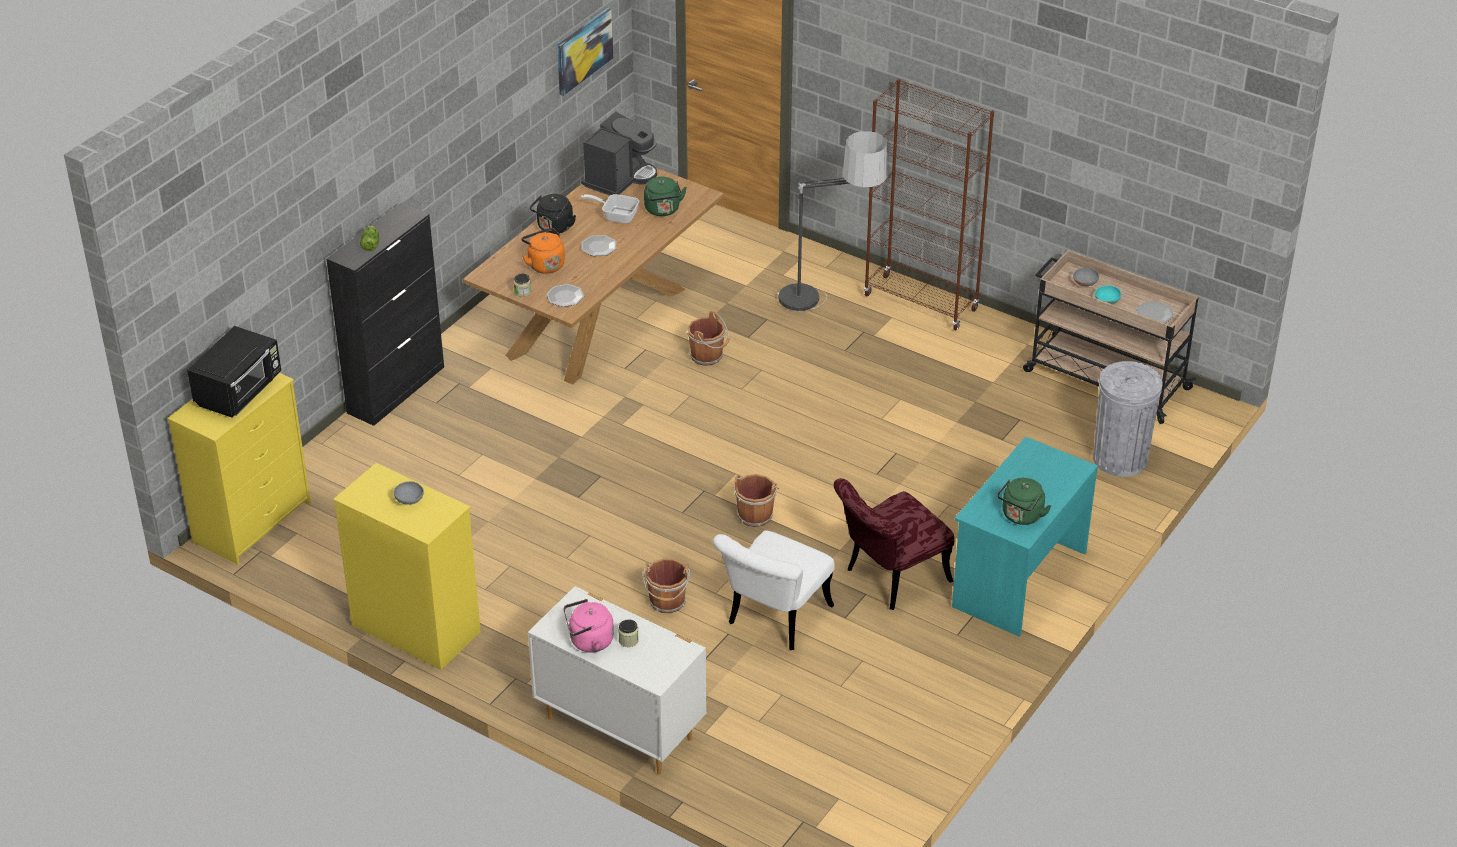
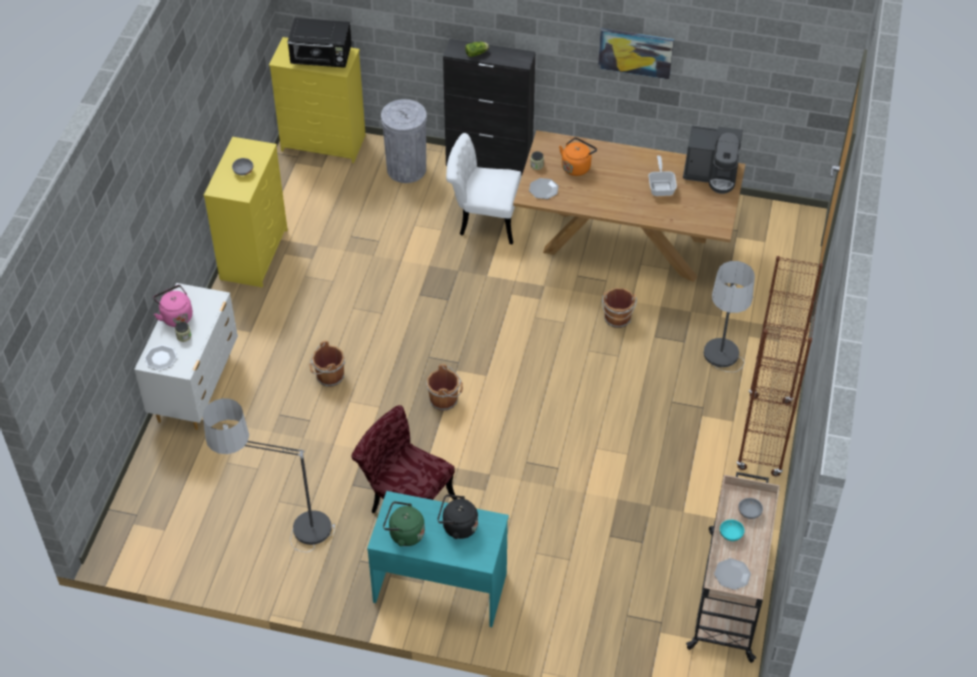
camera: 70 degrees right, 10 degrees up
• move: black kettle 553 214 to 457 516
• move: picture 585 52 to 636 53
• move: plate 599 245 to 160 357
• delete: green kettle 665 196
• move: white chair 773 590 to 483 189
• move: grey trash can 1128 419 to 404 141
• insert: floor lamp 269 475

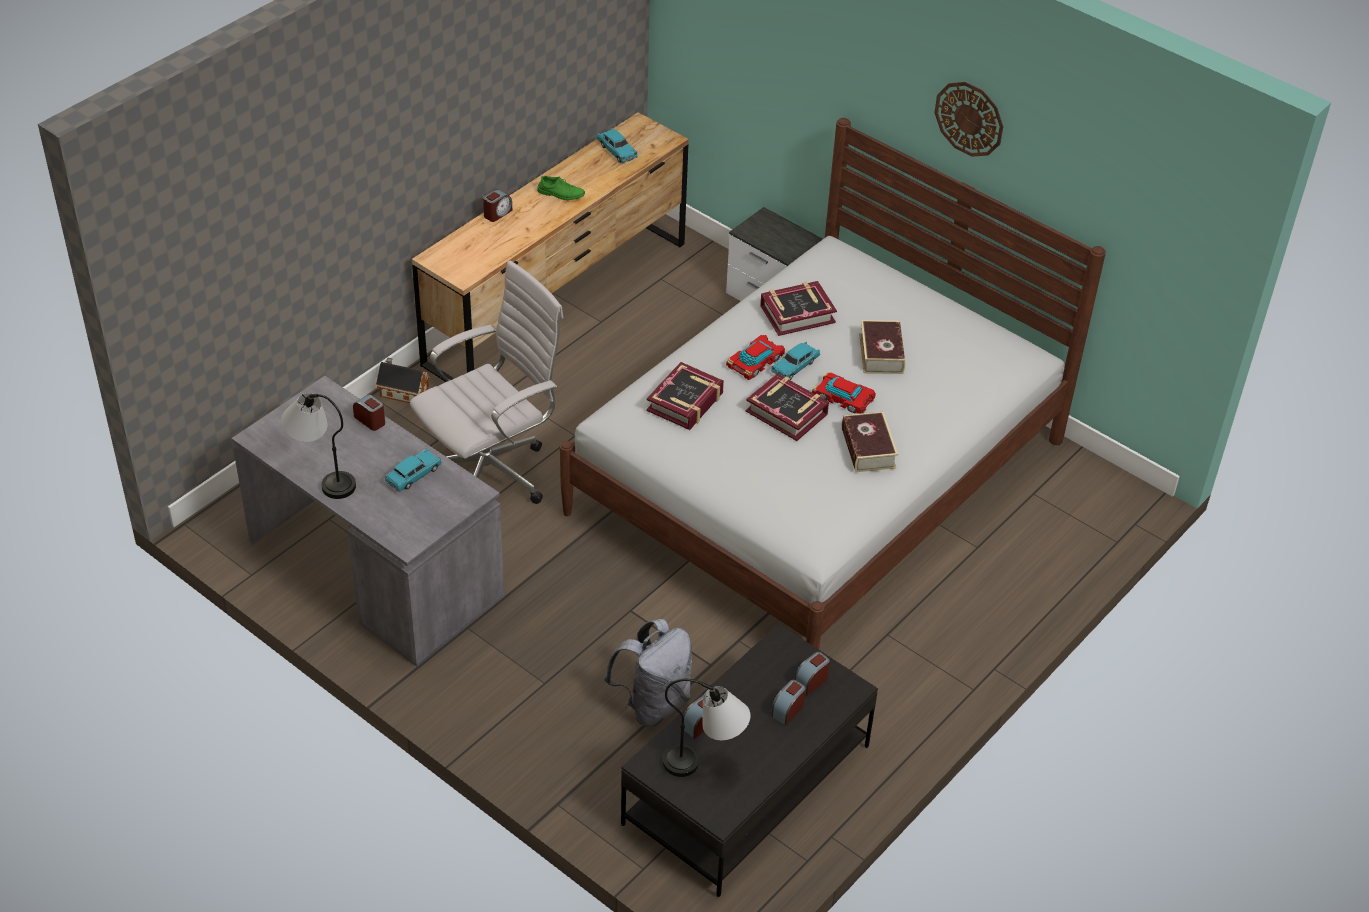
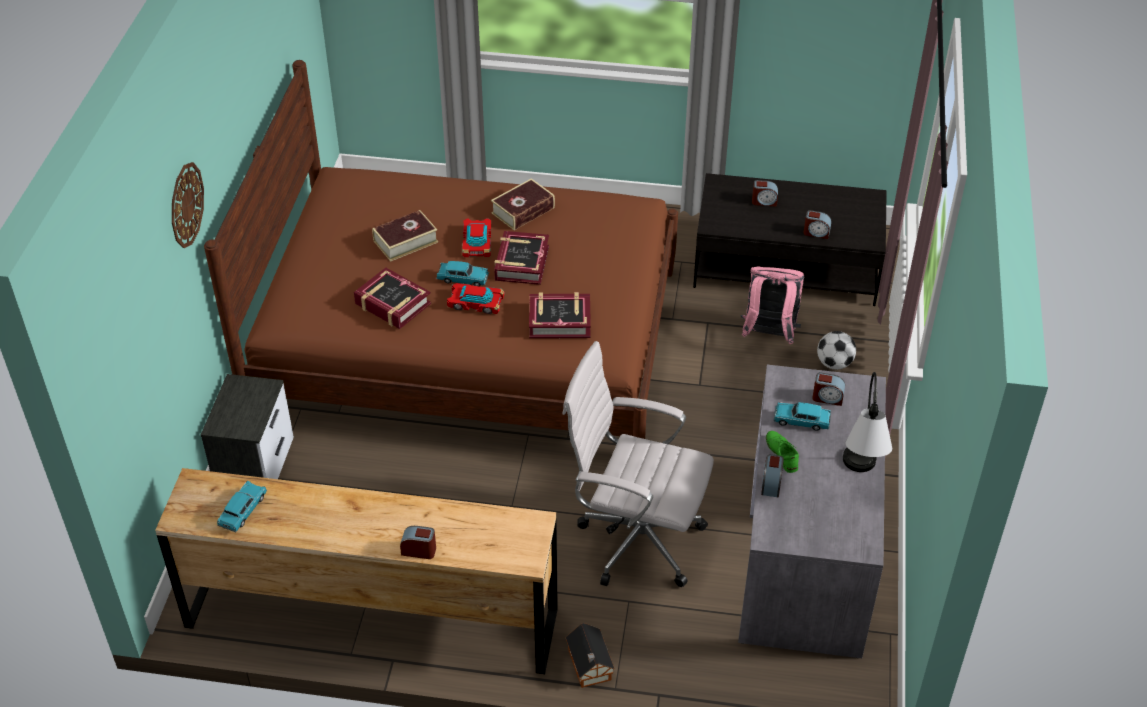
camera: 120 degrees left, 0 degrees up
• move: green shoe 561 187 to 782 452
• recolor: white bed 833 383 to brown bed 441 249
• recolor: grey backpack 648 673 to pink backpack 772 305
• delete: table lamp 706 728
• move: alarm clock 812 674 to 828 389
• move: wall clock 968 119 to 188 205
• insert: football 836 350

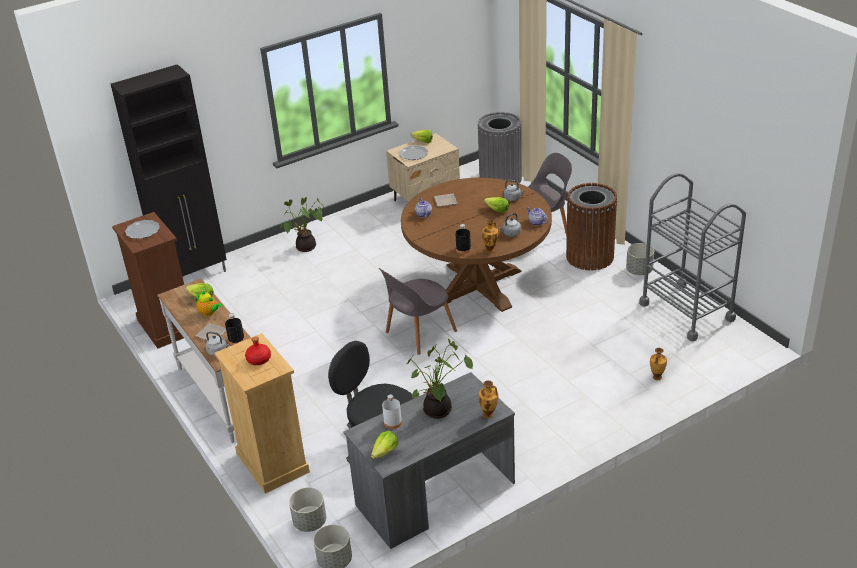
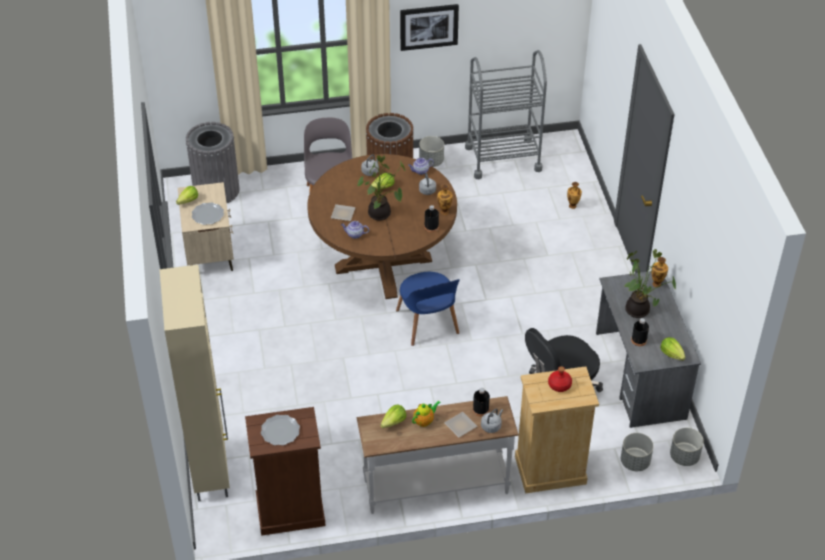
camera: 70 degrees left, 10 degrees up
• recolor: black cabinet 169 170 to beige cabinet 195 383
• move: potted plant 302 224 to 381 188
• recolor: grey chair 418 311 to blue chair 428 309
• recolor: white bottle 392 411 to black bottle 640 332
• insert: picture 429 27

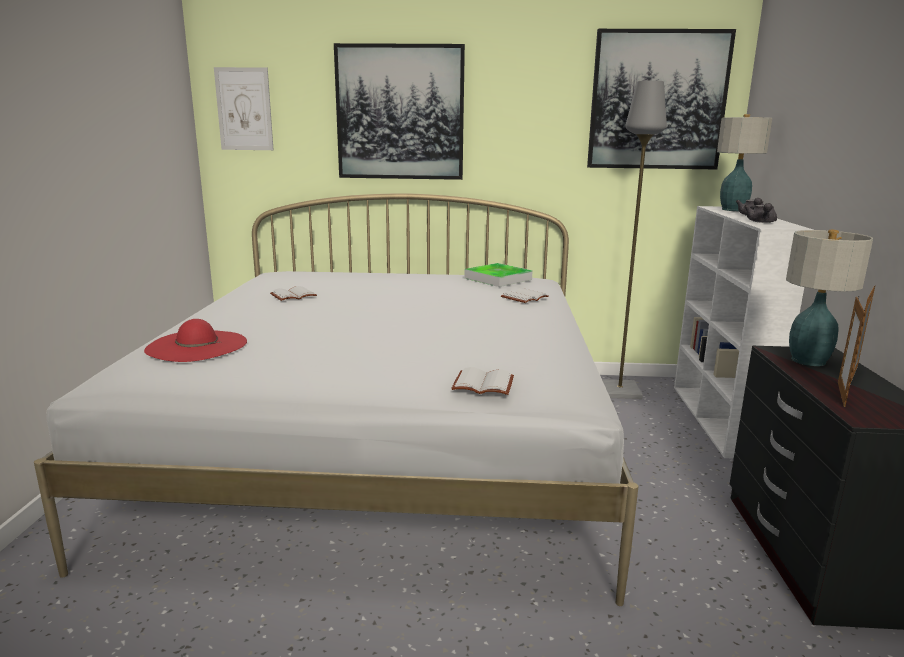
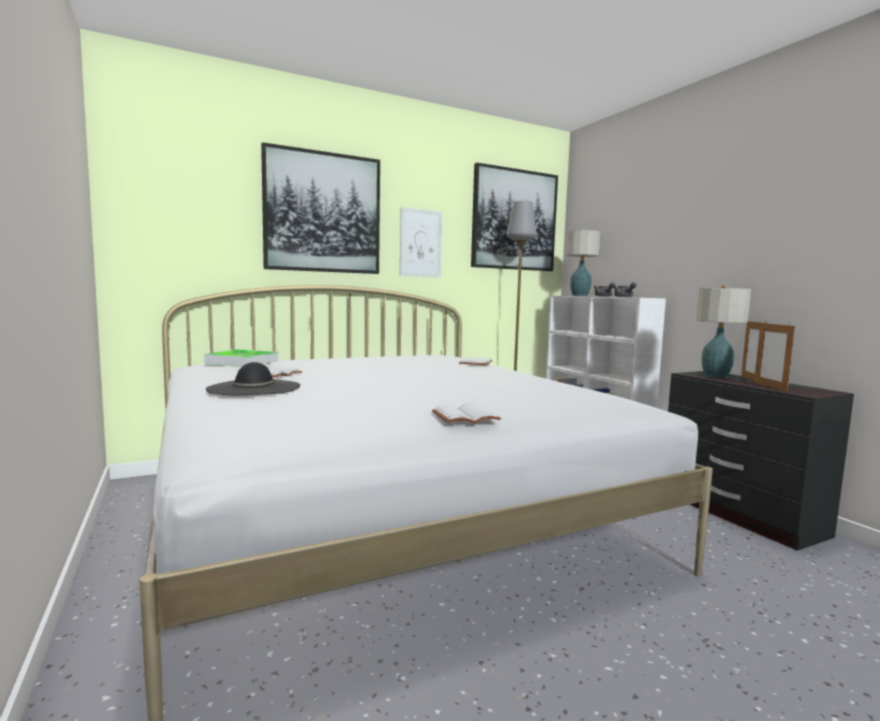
camera: 30 degrees left, 10 degrees down
• delete: red hat 195 340
• move: picture 243 108 to 421 242
• move: white book 482 381 to 466 413
• move: tray 498 275 to 241 358
• insert: black hat 253 378

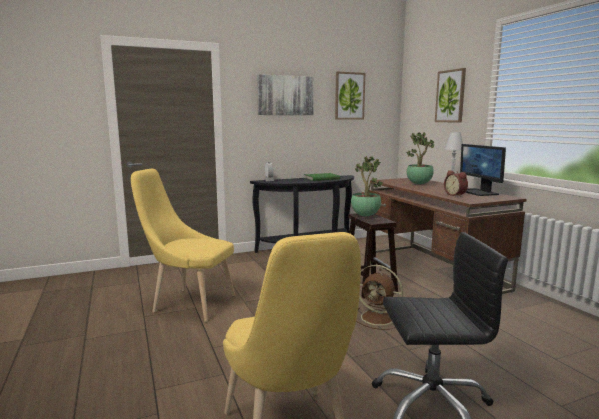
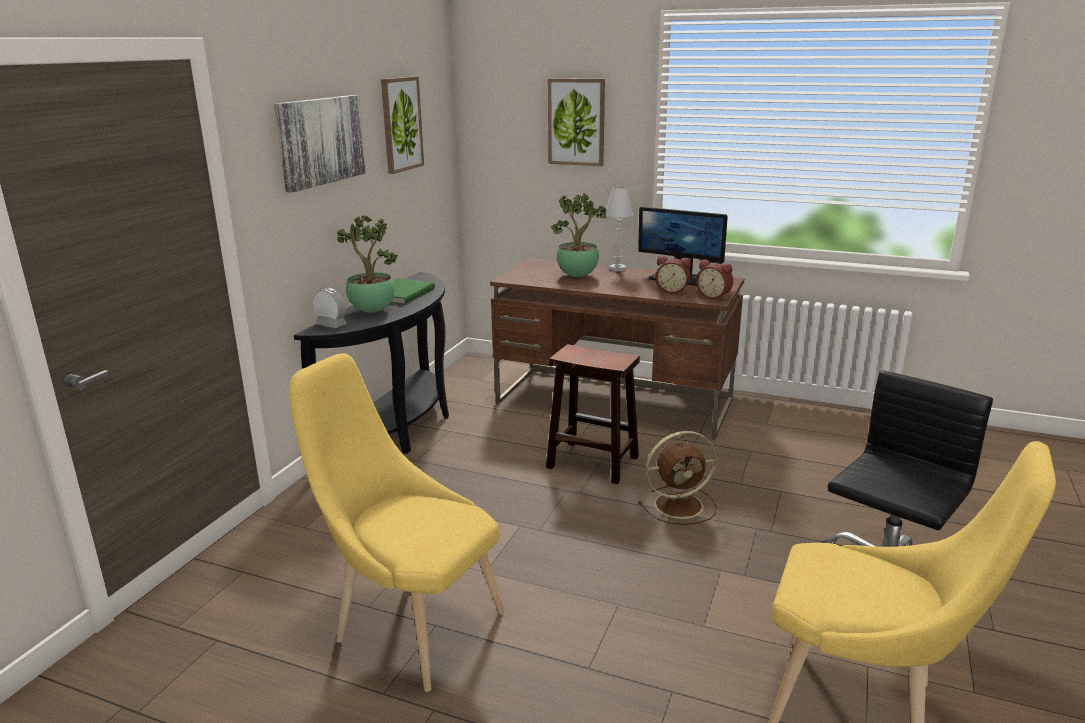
camera: 45 degrees left, 10 degrees up
• rotate: yellow chair 183 245 = 397 522 60 degrees clockwise
• move: potted plant 367 186 to 367 264
• insert: alarm clock 714 279

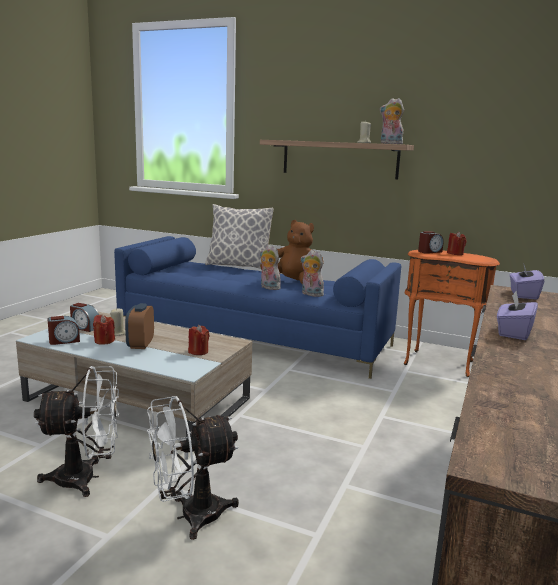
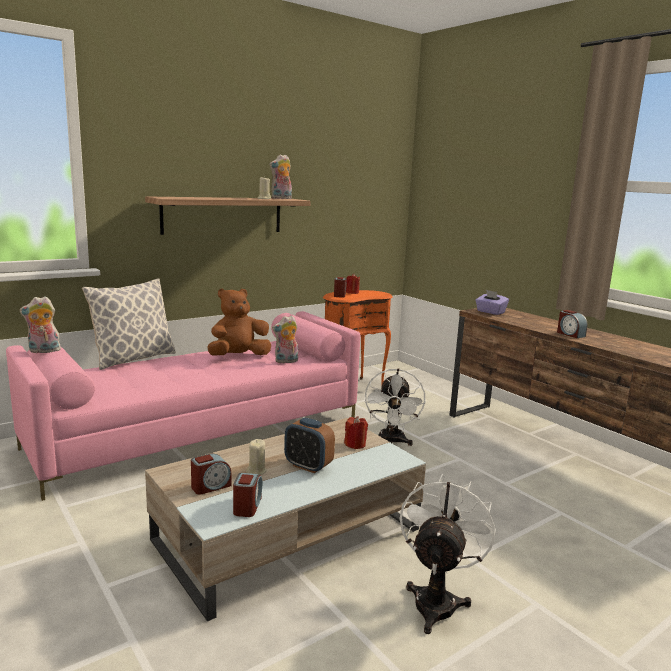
camera: 60 degrees left, 0 degrees up
• delete: red candle 104 330
• recolor: blue sofa 257 307 to pink sofa 183 406
• move: white fan 193 468 to 395 407
• move: plush toy 270 267 to 40 324
• replace: purple tissue box 517 315 to alarm clock 572 324

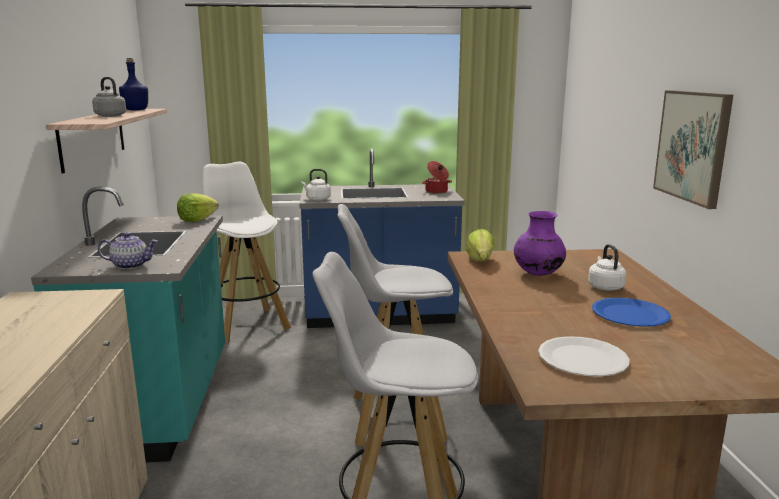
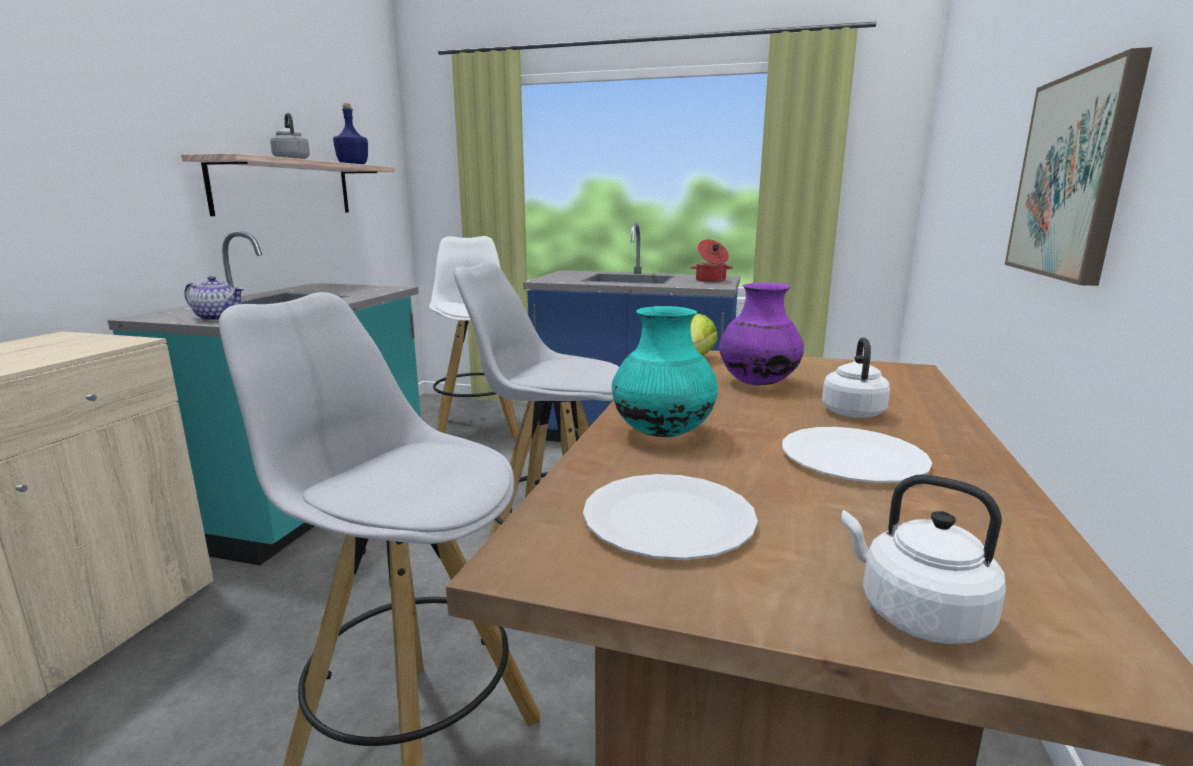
camera: 20 degrees right, 0 degrees up
• delete: lettuce 198 207
• move: white kettle 316 185 to 923 559
• recolor: blue plate 631 312 to white plate 857 455
• insert: turquoise vase 665 371

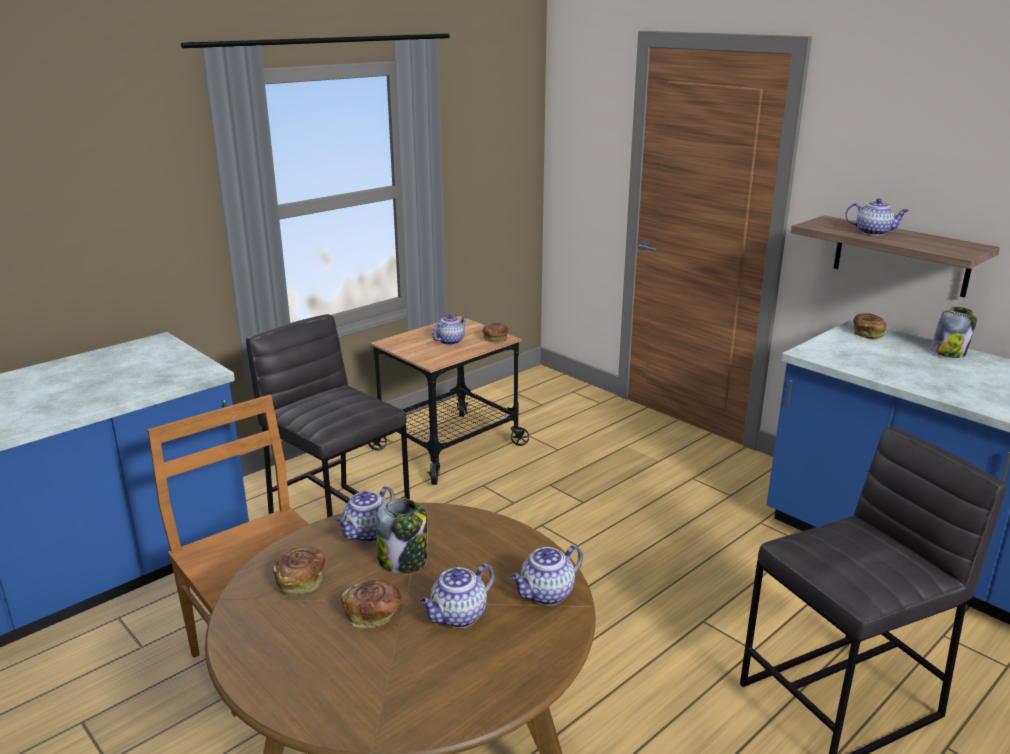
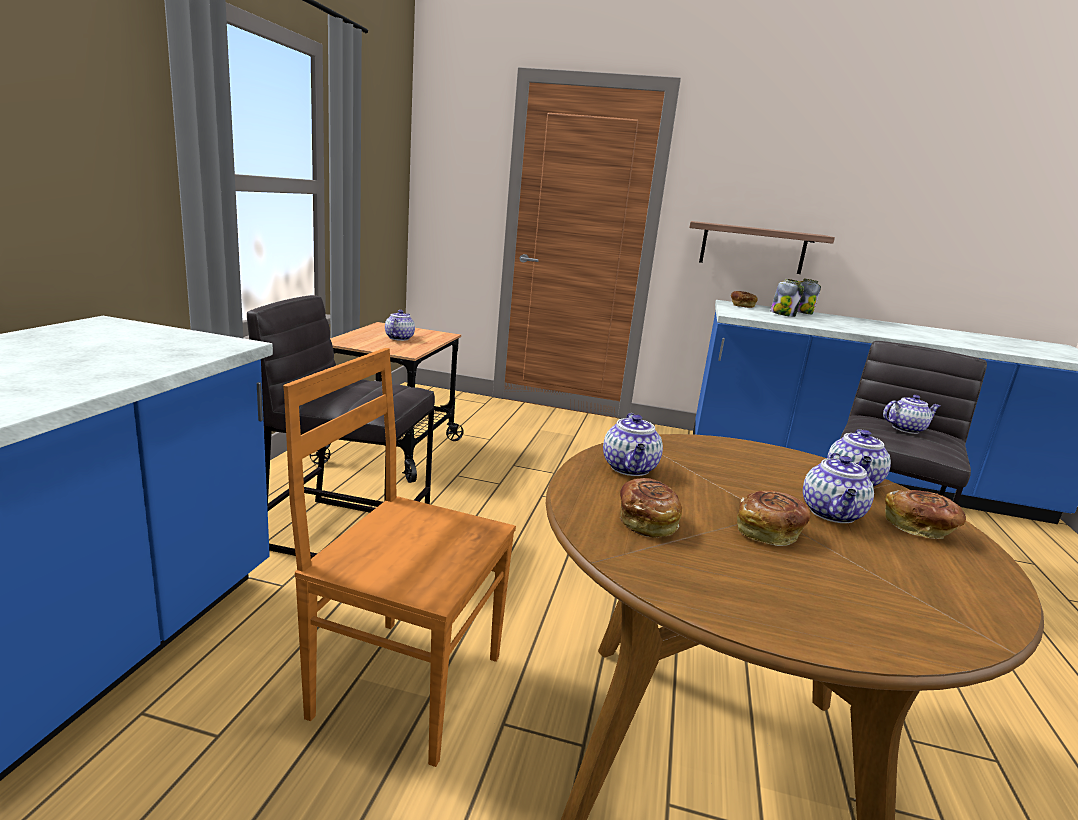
camera: 35 degrees left, 5 degrees down
• move: jar 401 535 to 787 298
• move: bread 495 333 to 925 514
• move: teapot 877 217 to 911 414

